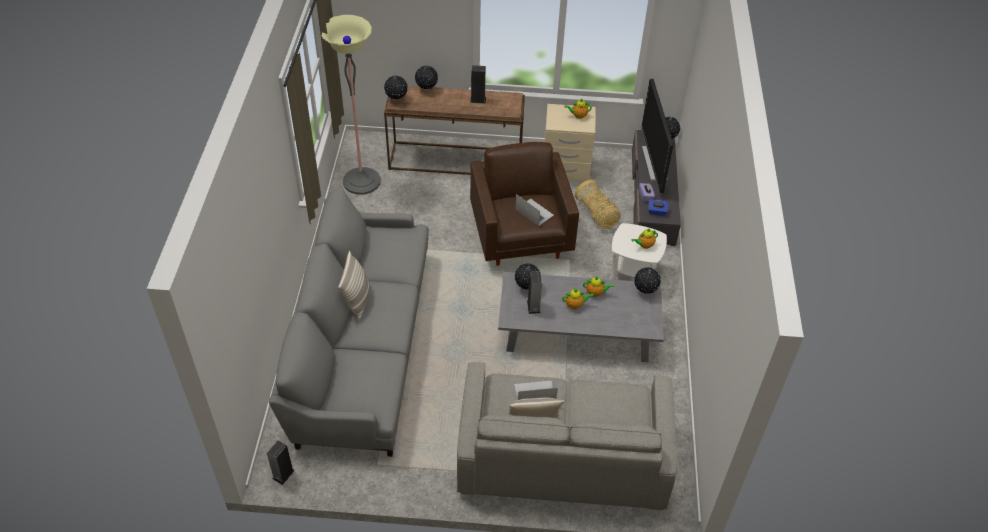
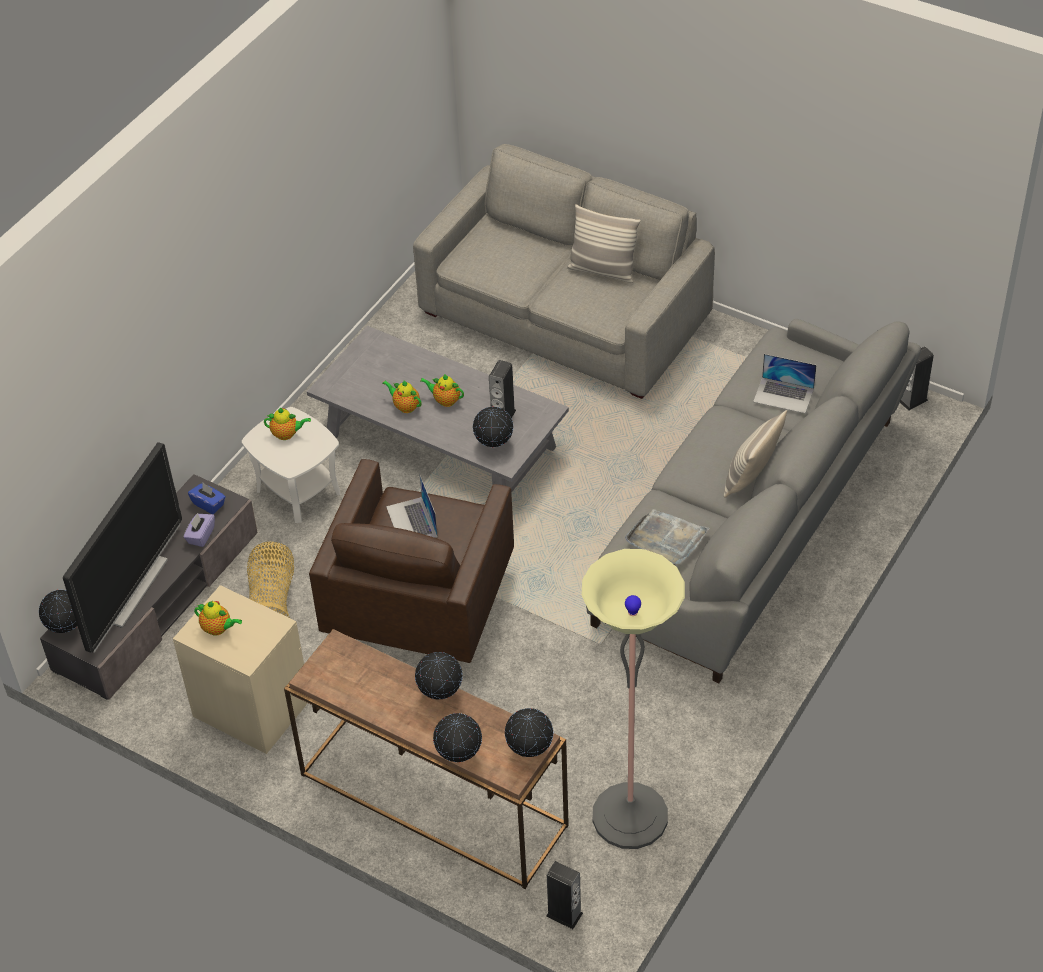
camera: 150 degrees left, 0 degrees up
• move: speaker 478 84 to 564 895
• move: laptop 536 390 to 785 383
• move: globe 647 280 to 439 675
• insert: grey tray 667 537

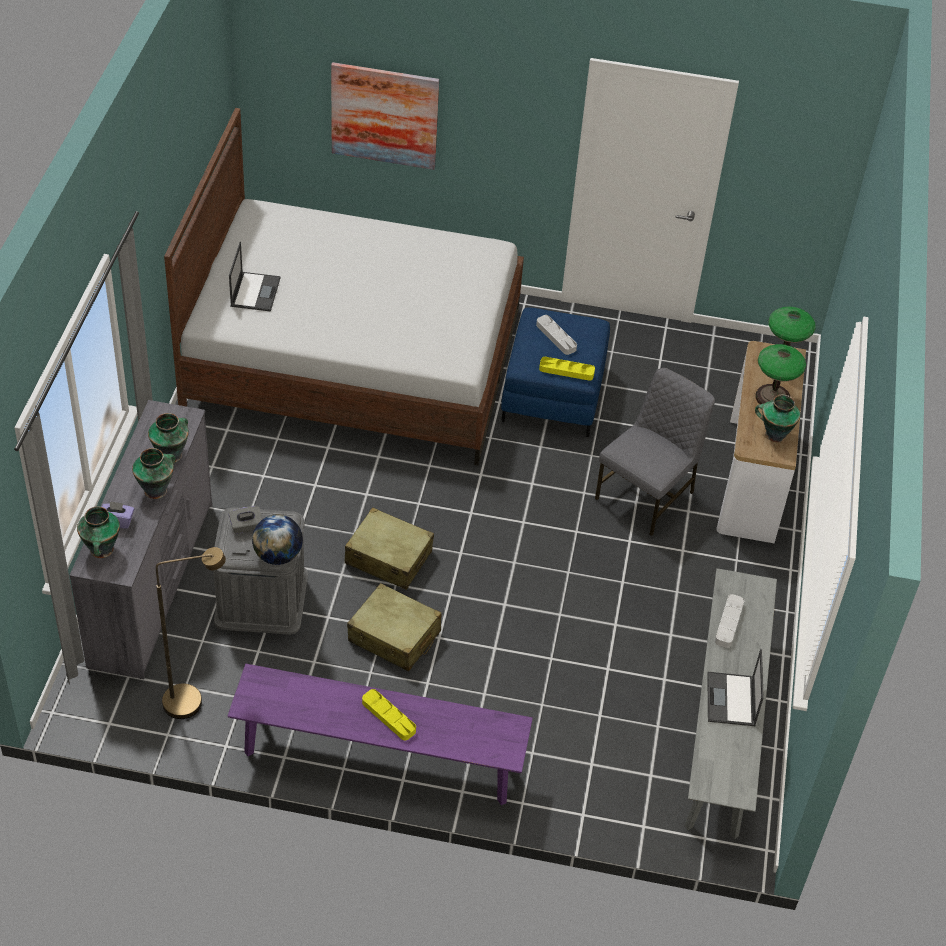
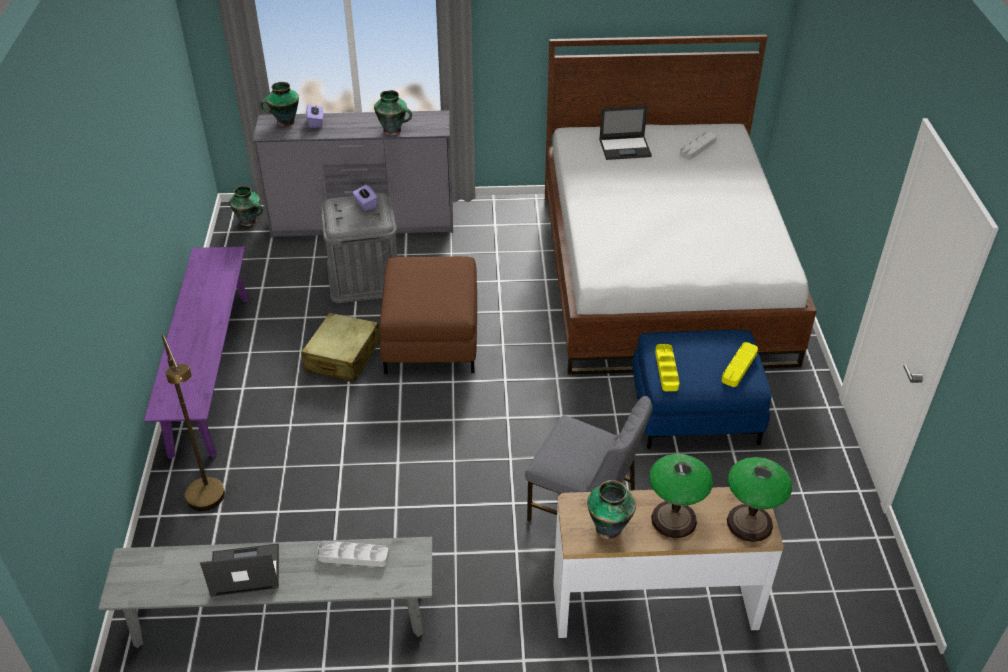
camera: 80 degrees right, 5 degrees down
• move: vase 154 473 to 246 206
• move: brown floor lamp 191 633 to 193 423
• recolor: grey tissue box 245 520 to purple tissue box 365 198
• delete: globe 277 539
• delete: picture 385 116
• replace: beige suitcase 389 548 to brown ottoman 428 315
• move: yellow tray 389 714 to 739 364
• move: grey tray 556 335 to 698 145

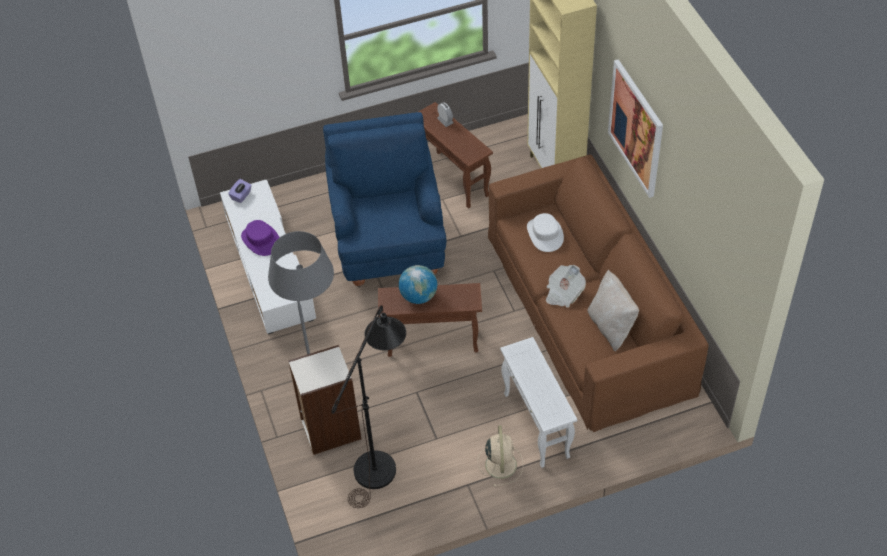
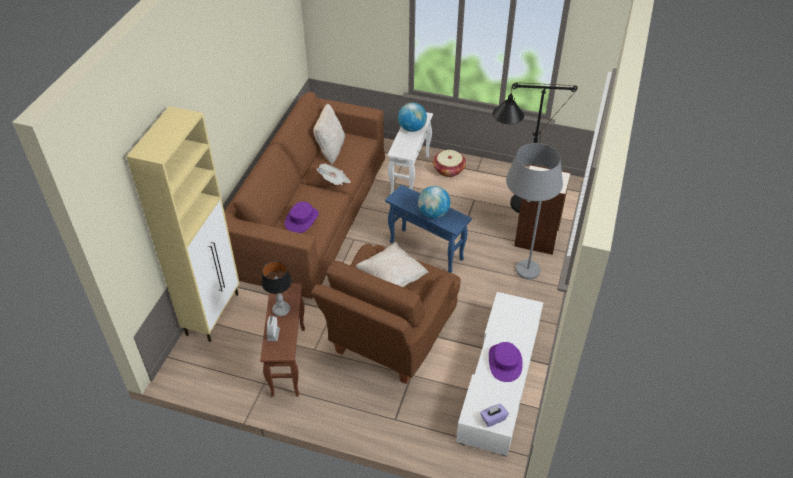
camera: 145 degrees left, 5 degrees down
• recolor: blue armchair 385 199 to brown armchair 386 314
• recolor: brown side table 430 320 to blue side table 428 229
• replace: beige fan 500 456 to basket 449 163
• recolor: white hat 545 232 to purple hat 302 217
• delete: picture 635 128
• insert: table lamp 277 288
• insert: beige pillow 392 264
• insert: globe 412 117

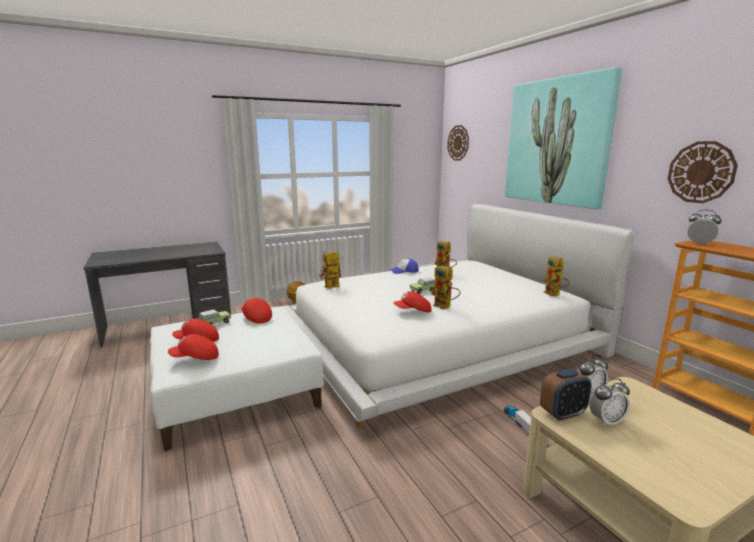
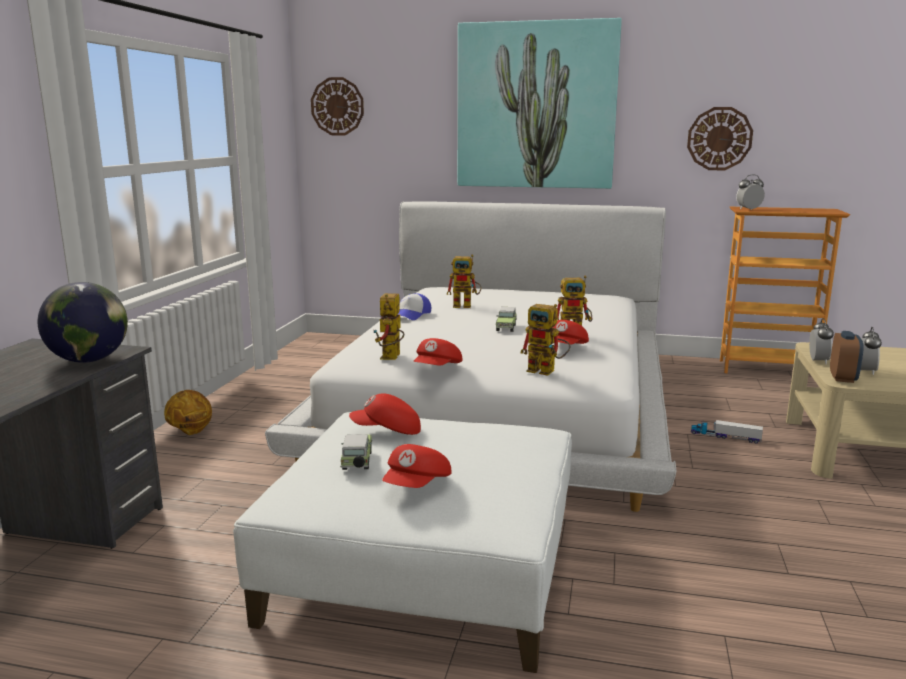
camera: 50 degrees left, 0 degrees up
• move: red cap 193 347 to 438 352
• move: toy robot 557 276 to 545 340
• insert: globe 83 322

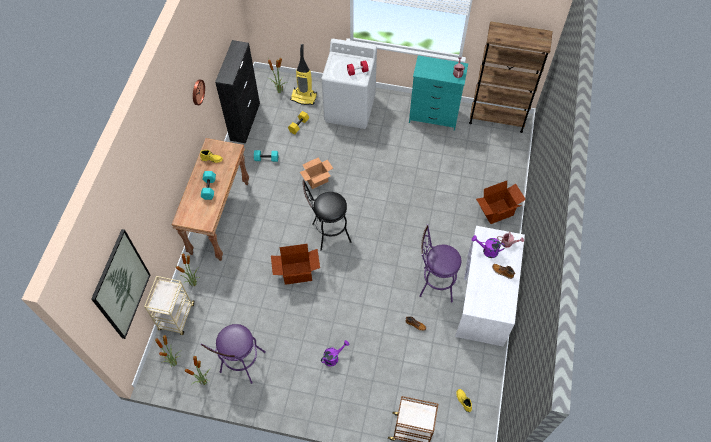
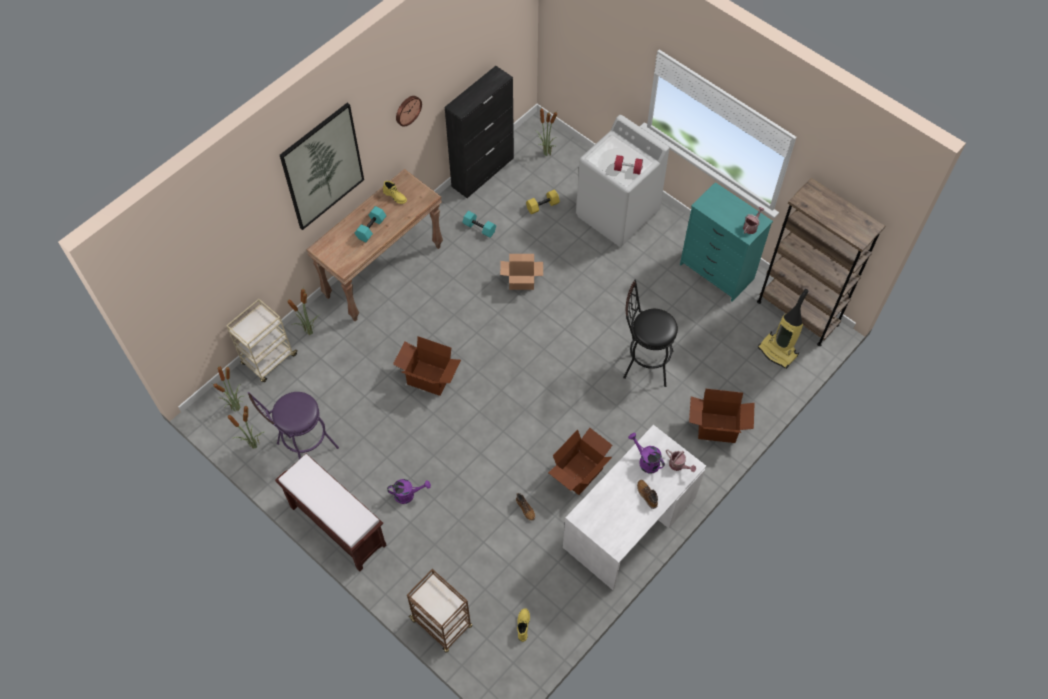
camera: 30 degrees right, 0 degrees up
• move: picture 120 284 to 322 166
• move: vacuum cleaner 303 74 to 783 329
• move: black stool 327 215 to 650 333
• replace: purple stool 440 263 to cardboard box 580 461
• insert: brown bench 331 512

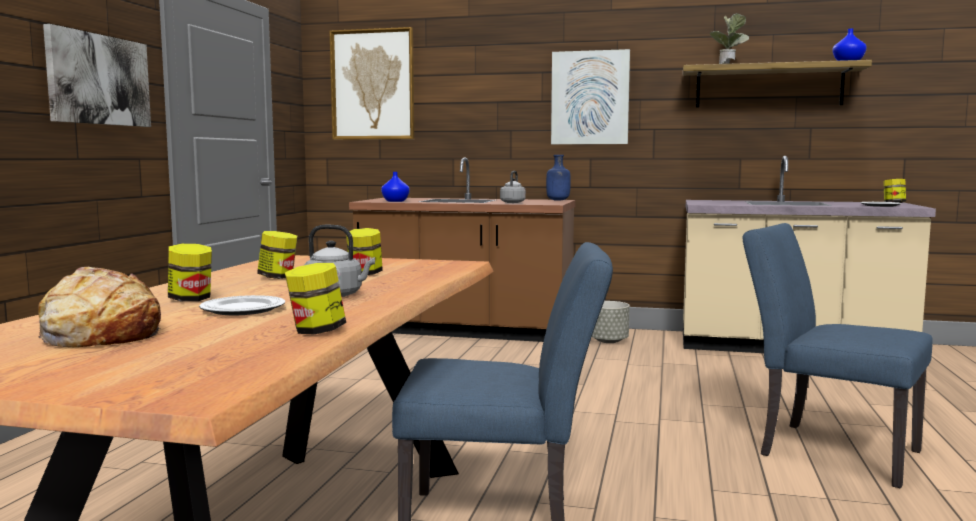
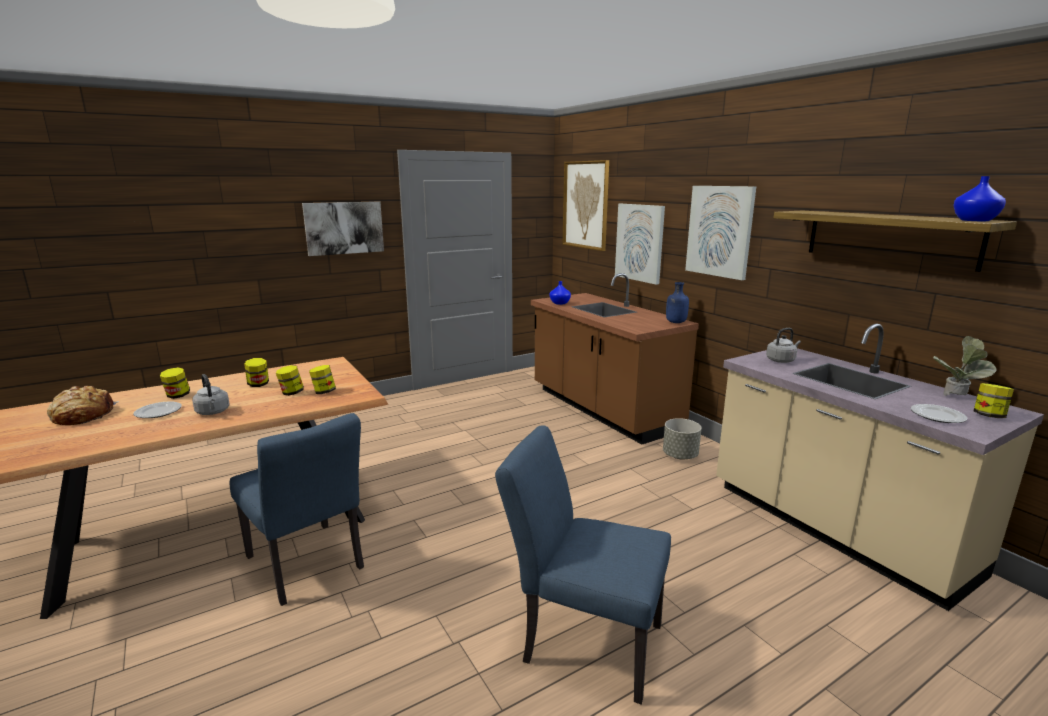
camera: 45 degrees right, 10 degrees up
• move: jar 315 298 to 322 379
• move: grey kettle 513 187 to 783 345
• move: potted plant 729 38 to 965 366
• rotate: blue chair 838 355 = 583 565 60 degrees counterclockwise
• insert: picture 640 244

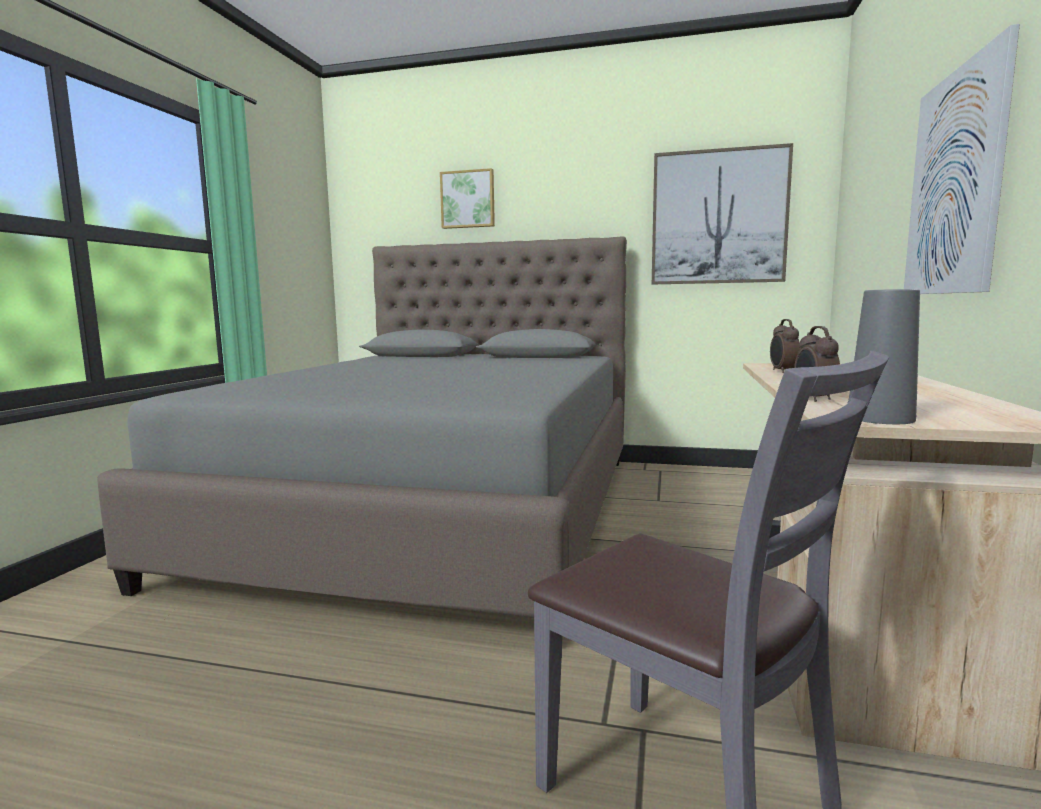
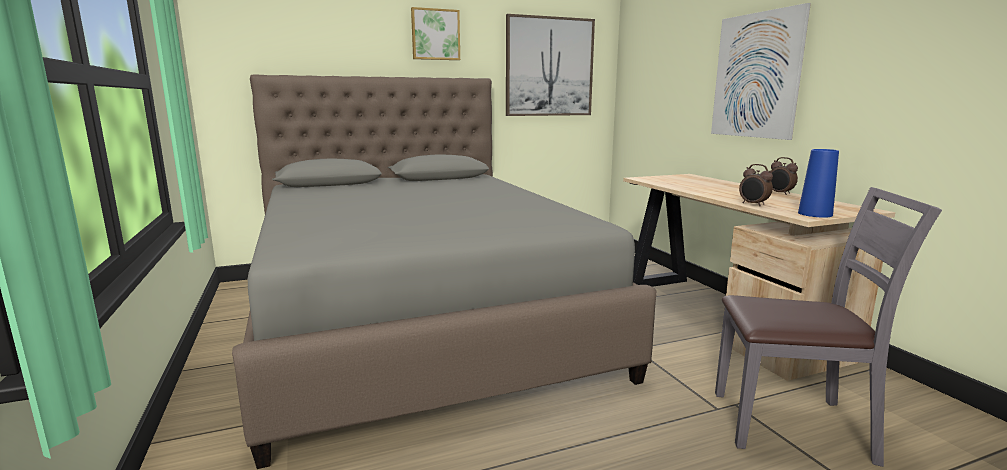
camera: 35 degrees left, 5 degrees up
• move: picture 467 198 to 435 33
• move: alarm clock 785 346 to 784 176
• recolor: grey vase 884 356 to blue vase 818 183

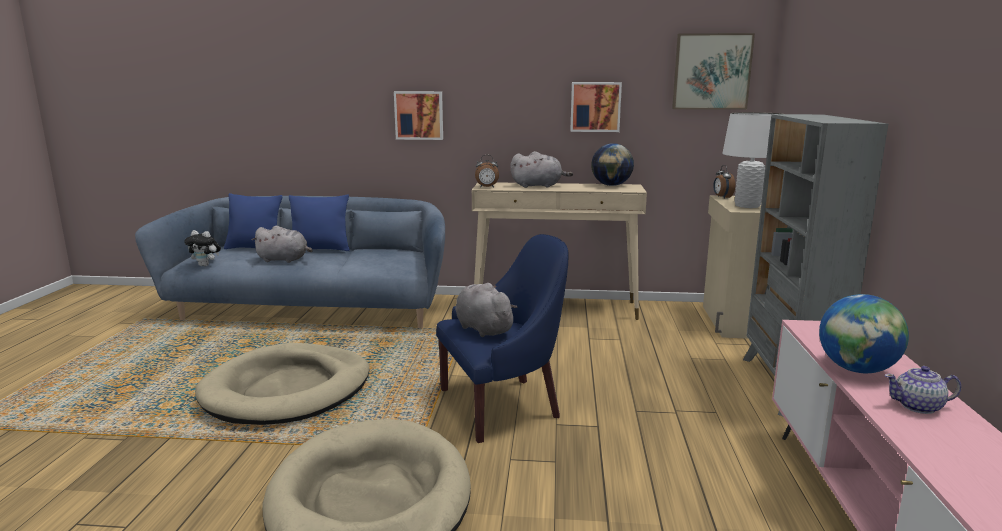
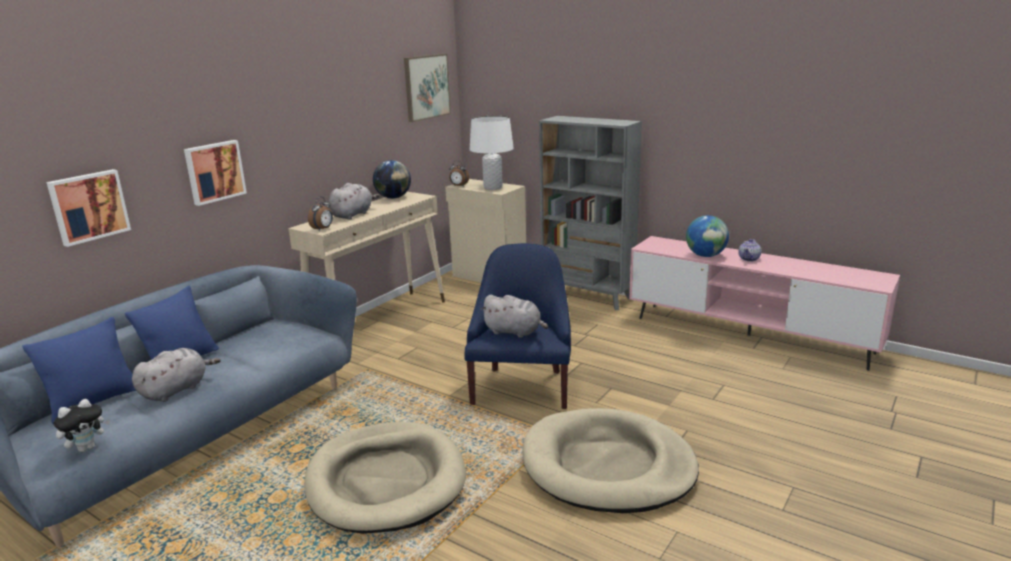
camera: 60 degrees left, 5 degrees up
• rotate: grey plush toy 486 310 = 514 316 150 degrees counterclockwise
• move: picture 596 107 to 88 208

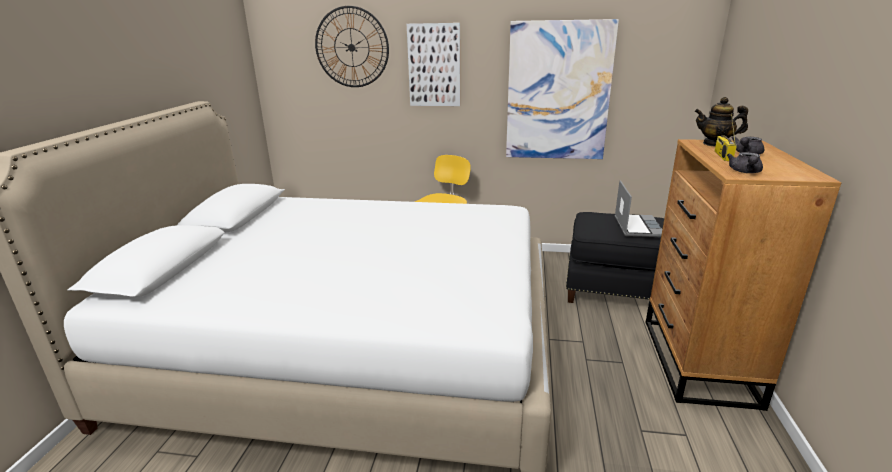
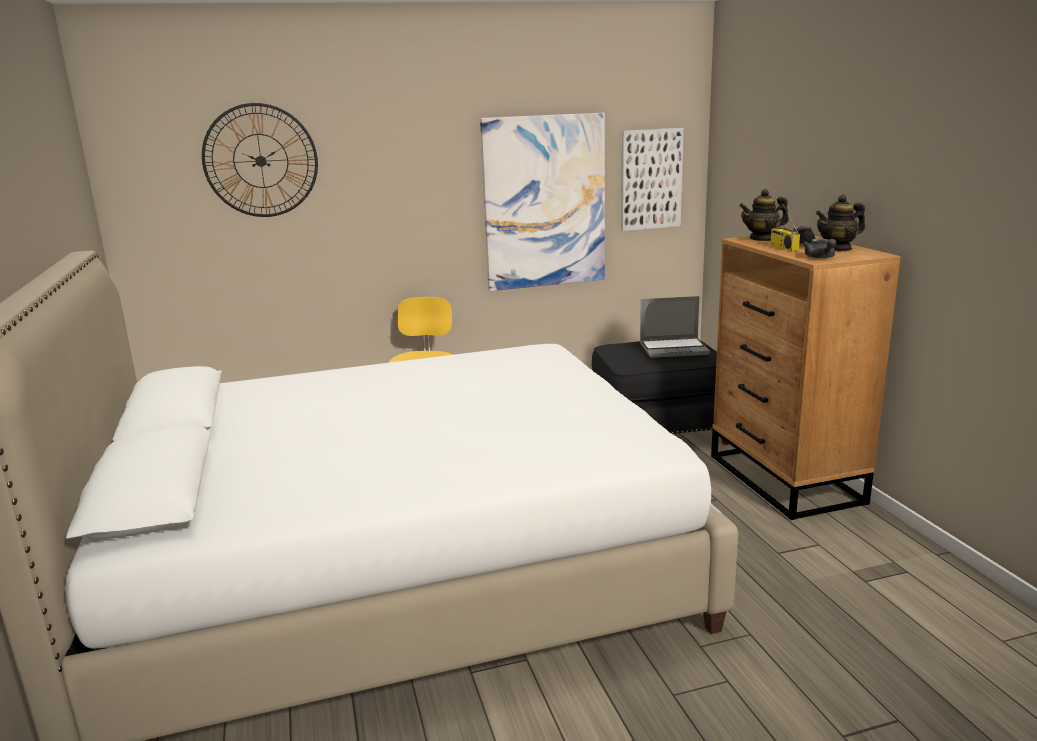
camera: 25 degrees left, 5 degrees down
• move: picture 433 64 to 652 179
• rotate: laptop 638 208 = 675 327 105 degrees clockwise
• insert: teapot 840 223

